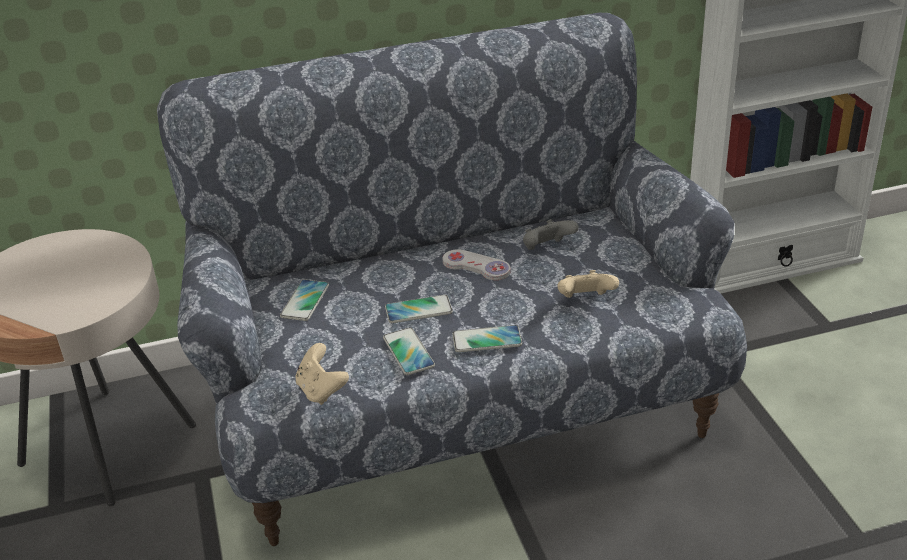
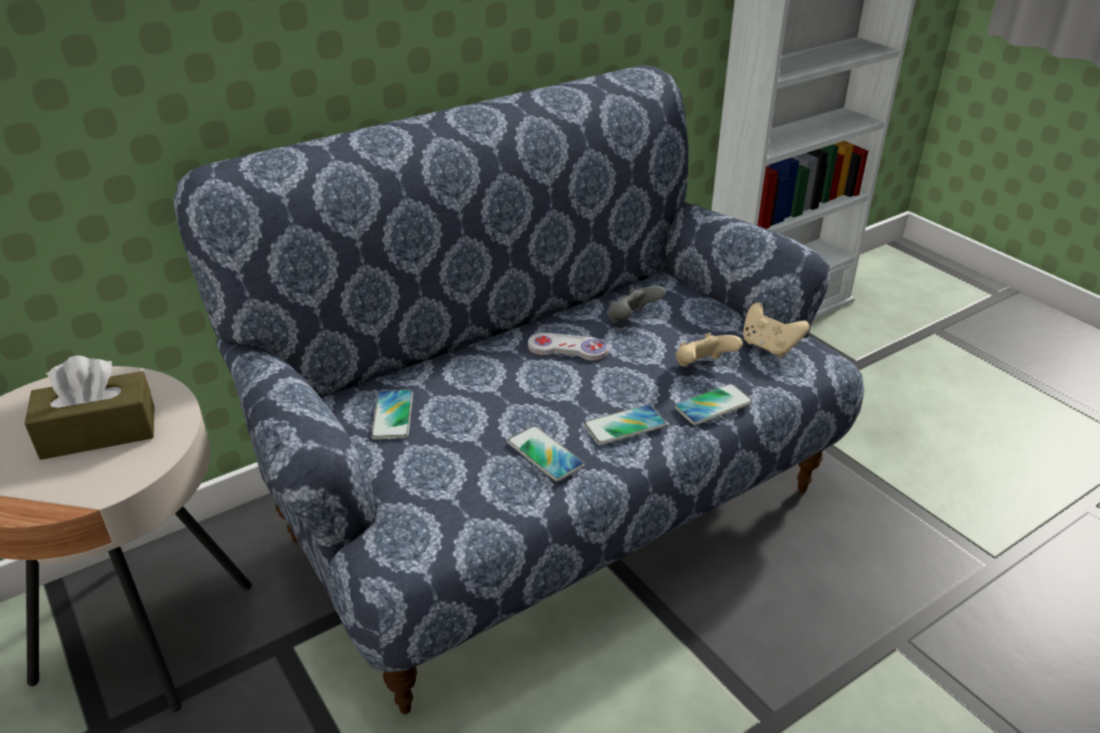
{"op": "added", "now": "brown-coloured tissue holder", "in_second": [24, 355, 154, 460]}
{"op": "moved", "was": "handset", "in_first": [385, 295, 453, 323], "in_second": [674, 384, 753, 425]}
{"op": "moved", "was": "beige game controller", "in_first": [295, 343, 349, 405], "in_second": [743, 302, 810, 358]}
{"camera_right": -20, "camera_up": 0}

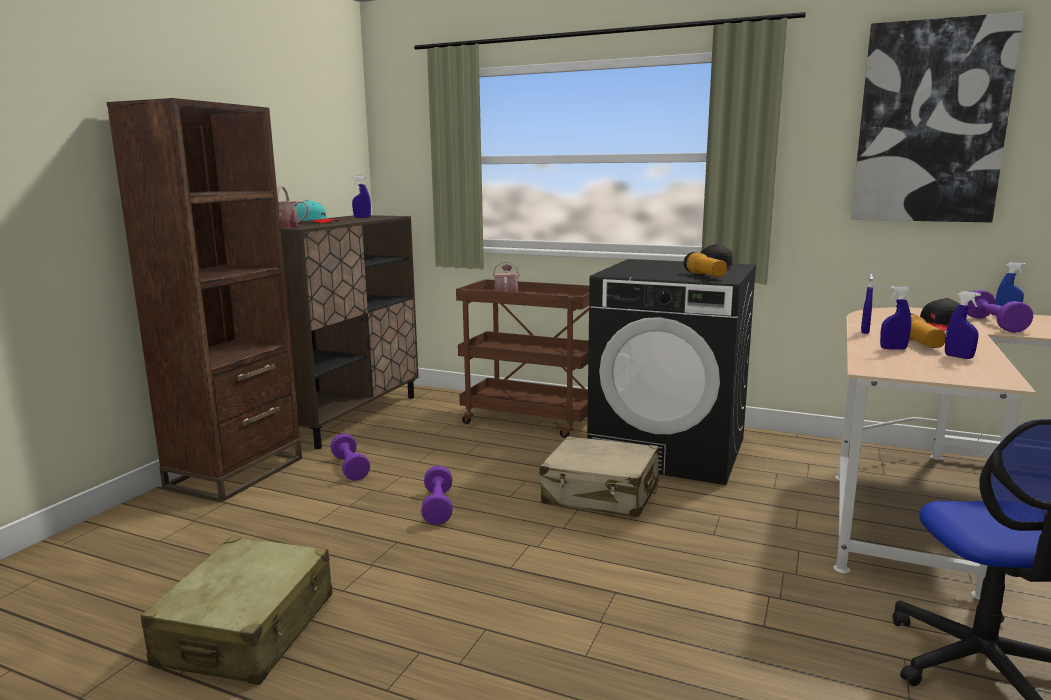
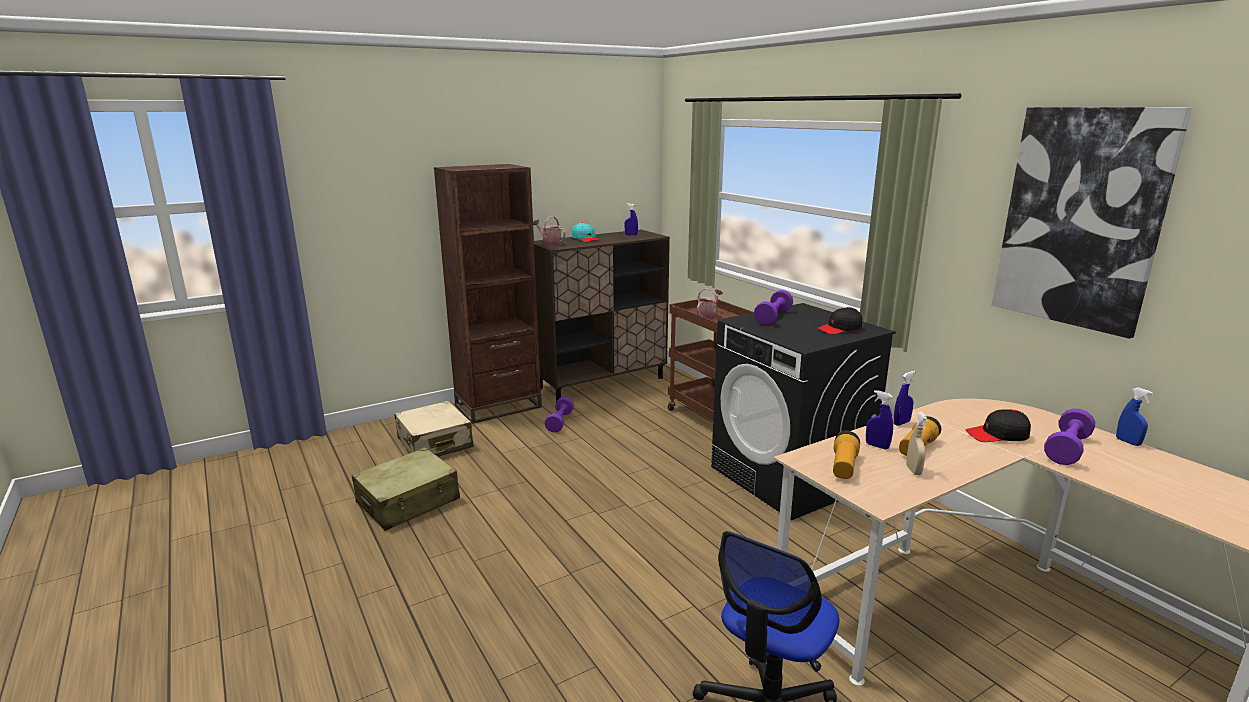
{"op": "moved", "was": "beige travel case", "in_first": [540, 436, 659, 517], "in_second": [394, 401, 474, 456]}
{"op": "moved", "was": "purple free weight", "in_first": [421, 466, 452, 525], "in_second": [754, 290, 793, 325]}
{"op": "moved", "was": "torch", "in_first": [684, 252, 727, 277], "in_second": [833, 431, 860, 479]}
{"op": "recoloured", "was": "bluish spray bottle", "now": "beige spray bottle", "in_first": [945, 291, 981, 359], "in_second": [906, 412, 928, 475]}
{"camera_right": 35, "camera_up": 5}

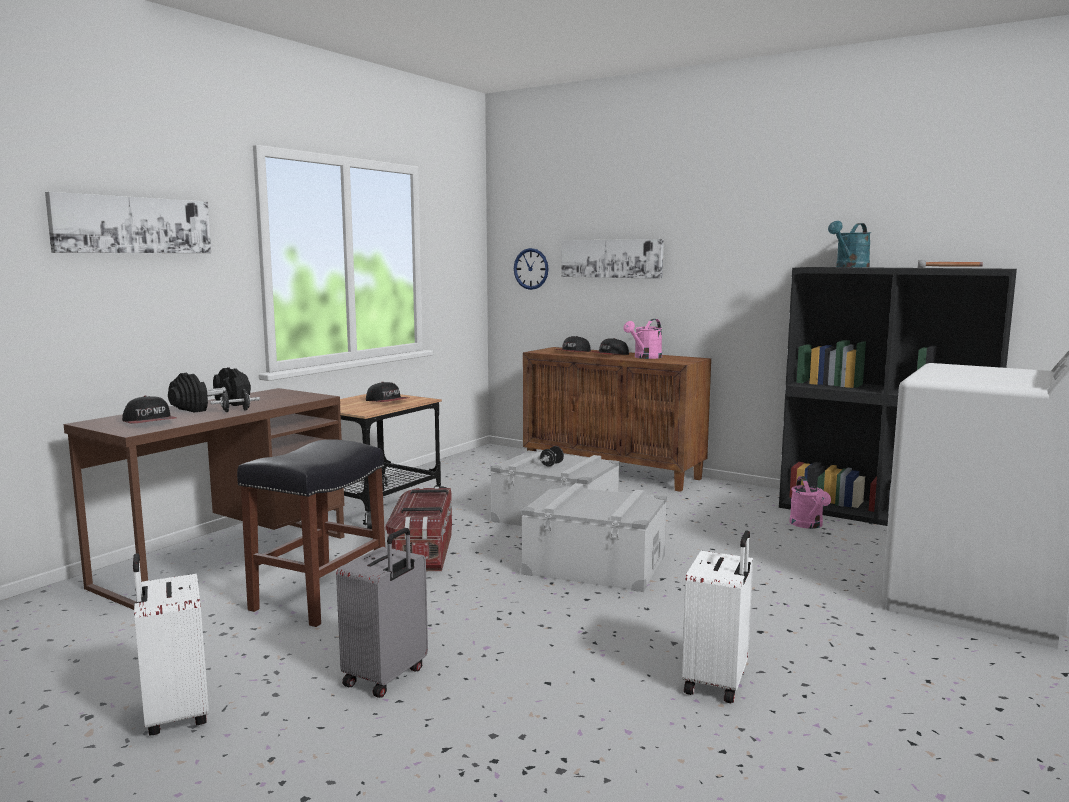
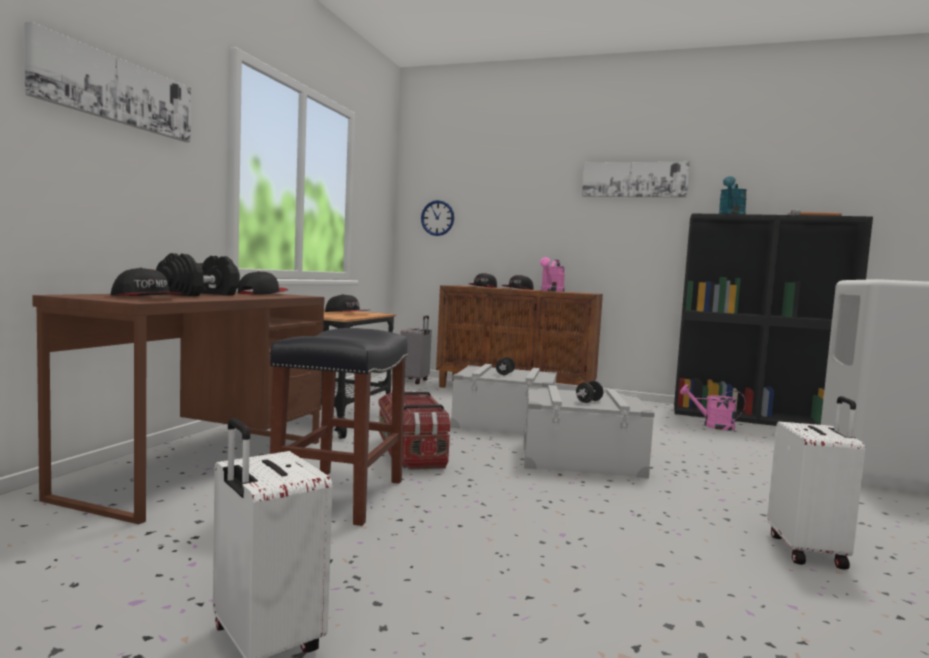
{"op": "added", "now": "cap", "in_second": [238, 271, 288, 295]}
{"op": "moved", "was": "gray travel case", "in_first": [336, 528, 428, 698], "in_second": [400, 315, 432, 384]}
{"op": "moved", "was": "blackish free weight", "in_first": [210, 389, 260, 412], "in_second": [576, 381, 603, 403]}
{"op": "moved", "was": "wall art", "in_first": [561, 239, 664, 279], "in_second": [582, 162, 690, 198]}
{"op": "turned", "was": "pink watering can", "in_first": [789, 476, 831, 529], "in_second": [680, 384, 746, 430], "clockwise": 135}
{"camera_right": -15, "camera_up": -5}

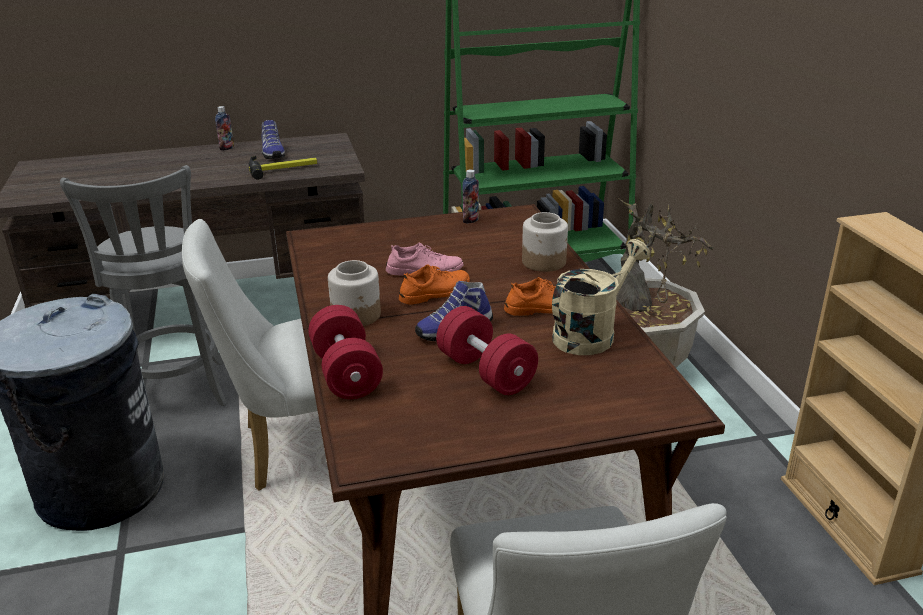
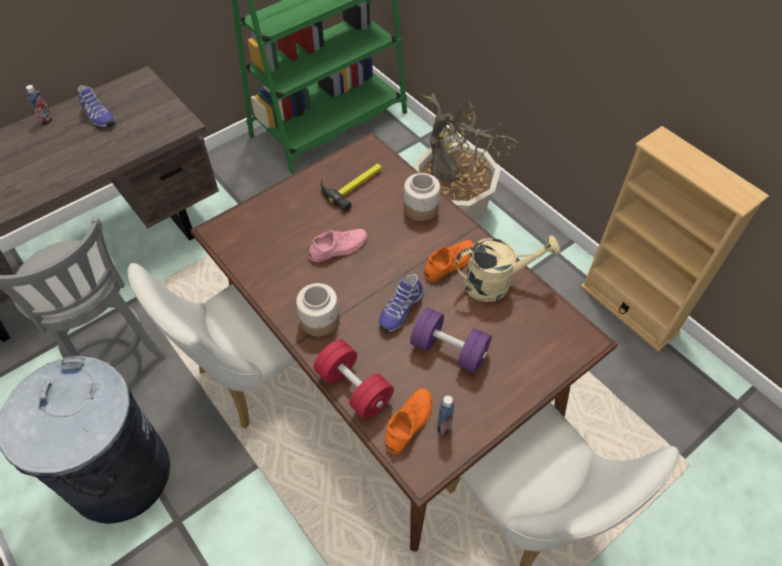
{"op": "moved", "was": "hand hammer", "in_first": [248, 156, 317, 180], "in_second": [320, 163, 382, 212]}
{"op": "moved", "was": "orange-coloured item of footwear", "in_first": [399, 264, 470, 305], "in_second": [385, 388, 432, 454]}
{"op": "recoloured", "was": "red free weight", "now": "purple free weight", "in_first": [436, 306, 538, 395], "in_second": [410, 307, 492, 373]}
{"op": "moved", "was": "drink bottle", "in_first": [463, 170, 479, 224], "in_second": [437, 395, 455, 435]}
{"op": "turned", "was": "beige watering can", "in_first": [552, 239, 650, 355], "in_second": [456, 235, 561, 302], "clockwise": 60}
{"camera_right": -25, "camera_up": 25}

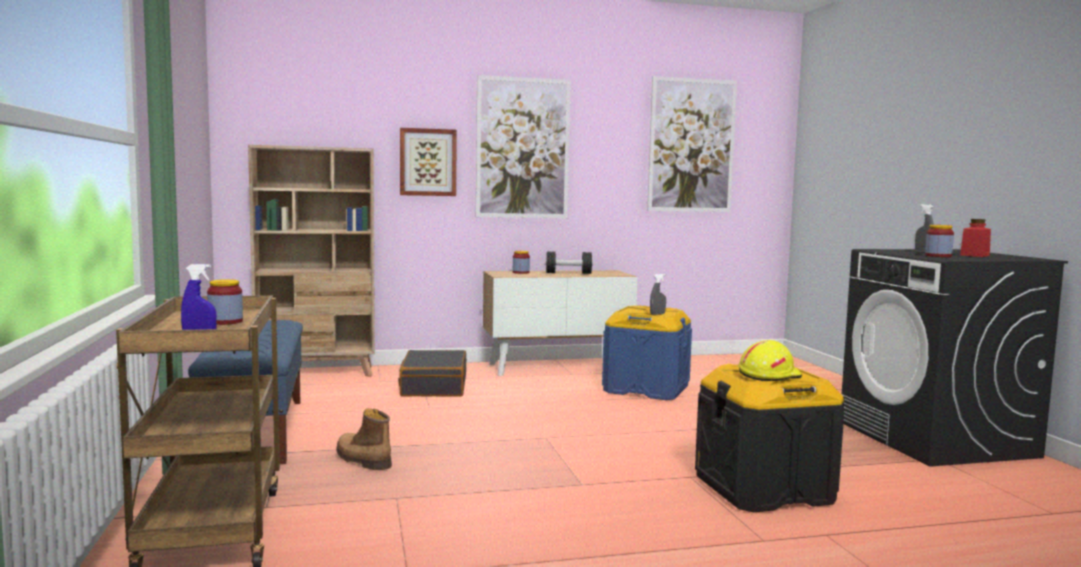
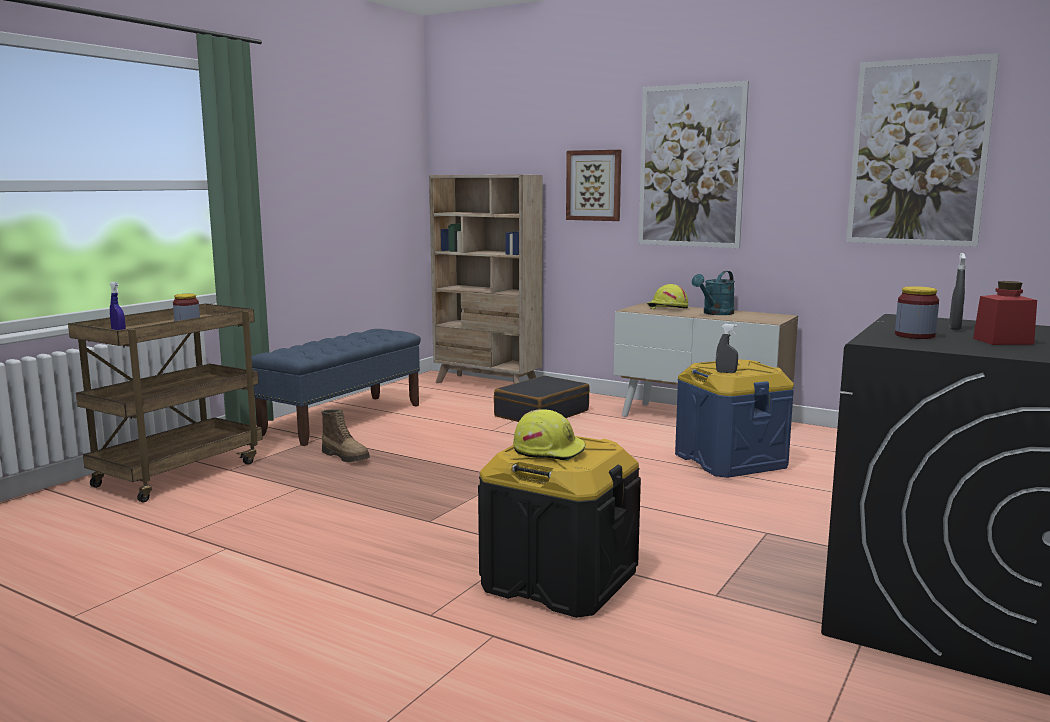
{"op": "turned", "was": "tall boot", "in_first": [336, 408, 392, 470], "in_second": [321, 409, 370, 462], "clockwise": 135}
{"op": "replaced", "was": "preserve jar", "now": "yellow-coloured hard hat", "in_first": [513, 251, 530, 274], "in_second": [647, 284, 688, 309]}
{"op": "replaced", "was": "blackish free weight", "now": "turquoise-coloured watering can", "in_first": [545, 251, 593, 274], "in_second": [692, 271, 735, 315]}
{"camera_right": 45, "camera_up": 5}

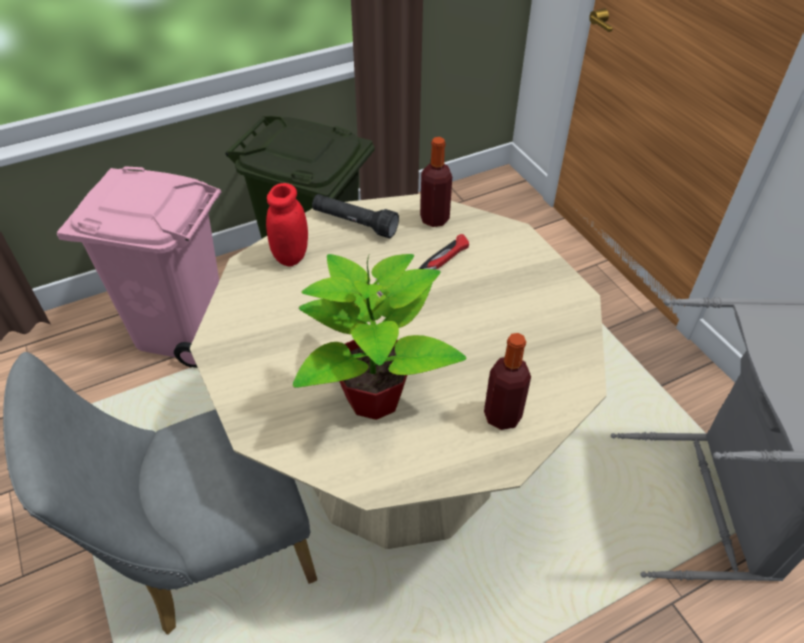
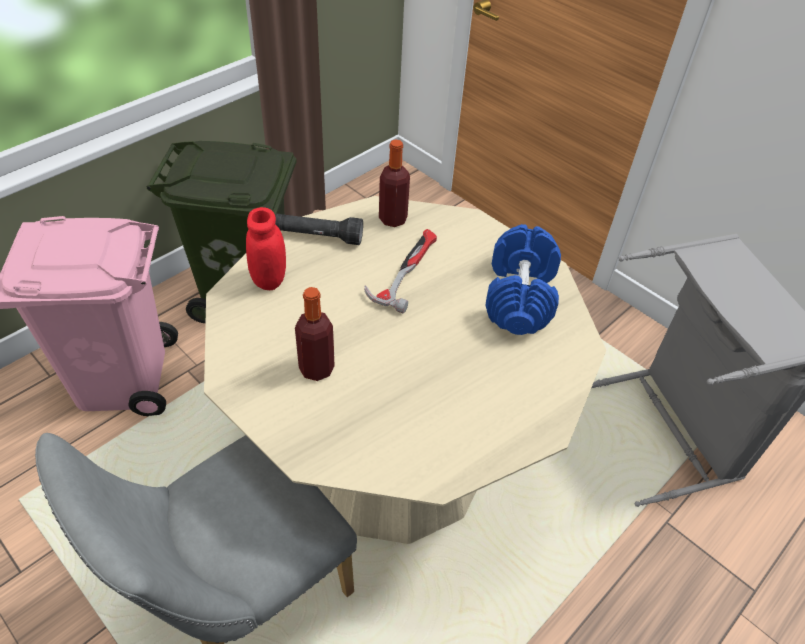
{"op": "moved", "was": "drink bottle", "in_first": [484, 333, 531, 430], "in_second": [295, 287, 335, 381]}
{"op": "added", "now": "bluish free weight", "in_second": [485, 224, 561, 335]}
{"op": "removed", "was": "potted plant", "in_first": [293, 254, 467, 420]}
{"camera_right": -20, "camera_up": 0}

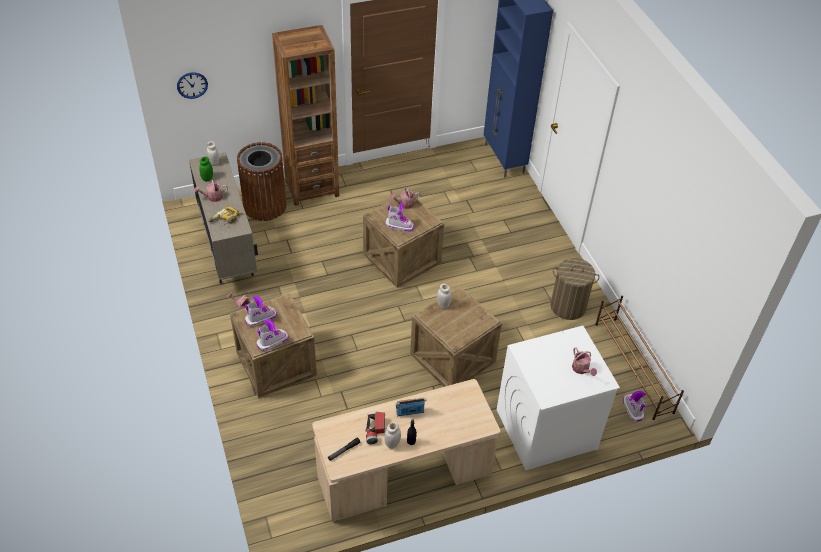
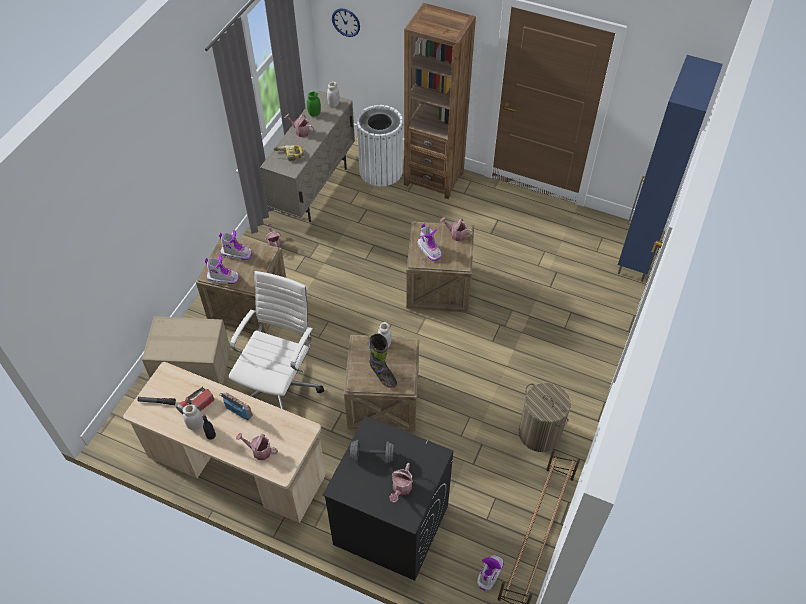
{"op": "added", "now": "carton", "in_second": [142, 316, 231, 385]}
{"op": "added", "now": "white-coloured computer chair", "in_second": [229, 271, 324, 410]}
{"op": "added", "now": "watering can", "in_second": [236, 433, 278, 460]}
{"op": "recoloured", "was": "white-coloured washing machine", "now": "blackish washing machine", "in_first": [497, 326, 620, 470], "in_second": [323, 416, 453, 581]}
{"op": "added", "now": "gray free weight", "in_second": [349, 440, 395, 464]}
{"op": "recoloured", "was": "brown-coloured trash can", "now": "white-coloured trash can", "in_first": [237, 142, 287, 221], "in_second": [356, 105, 403, 187]}
{"op": "added", "now": "blackish tall boot", "in_second": [369, 333, 397, 388]}
{"camera_right": 45, "camera_up": 5}

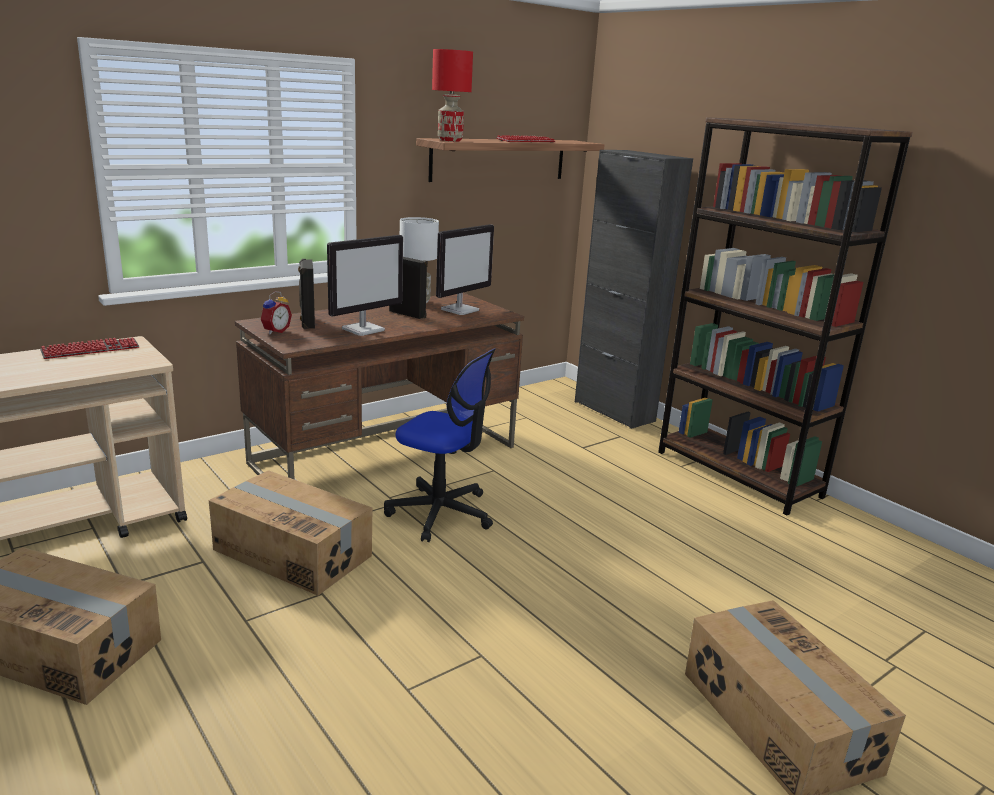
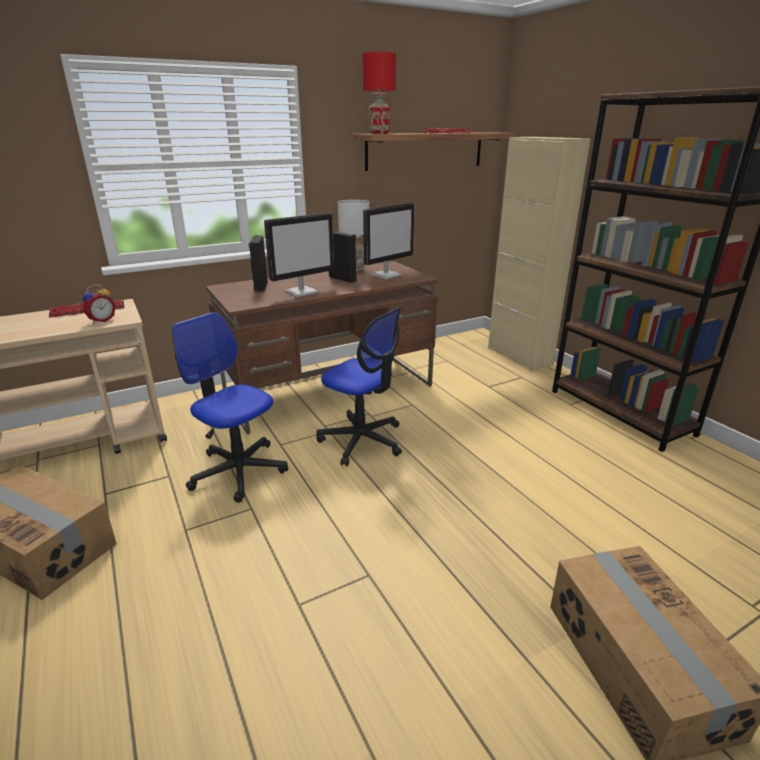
{"op": "moved", "was": "bedside clock", "in_first": [261, 291, 292, 334], "in_second": [82, 284, 116, 324]}
{"op": "replaced", "was": "carton", "now": "computer chair", "in_first": [209, 470, 372, 596], "in_second": [172, 312, 288, 503]}
{"op": "recoloured", "was": "blackish cabinet", "now": "beige cabinet", "in_first": [575, 150, 693, 429], "in_second": [488, 137, 591, 371]}
{"camera_right": 10, "camera_up": 5}

